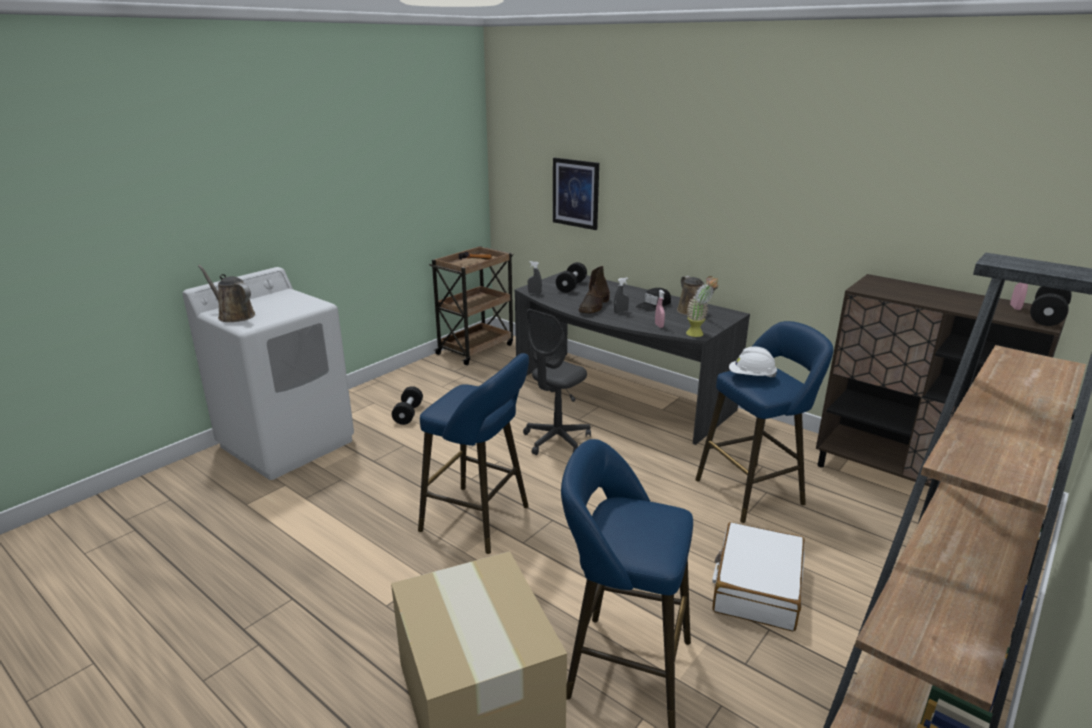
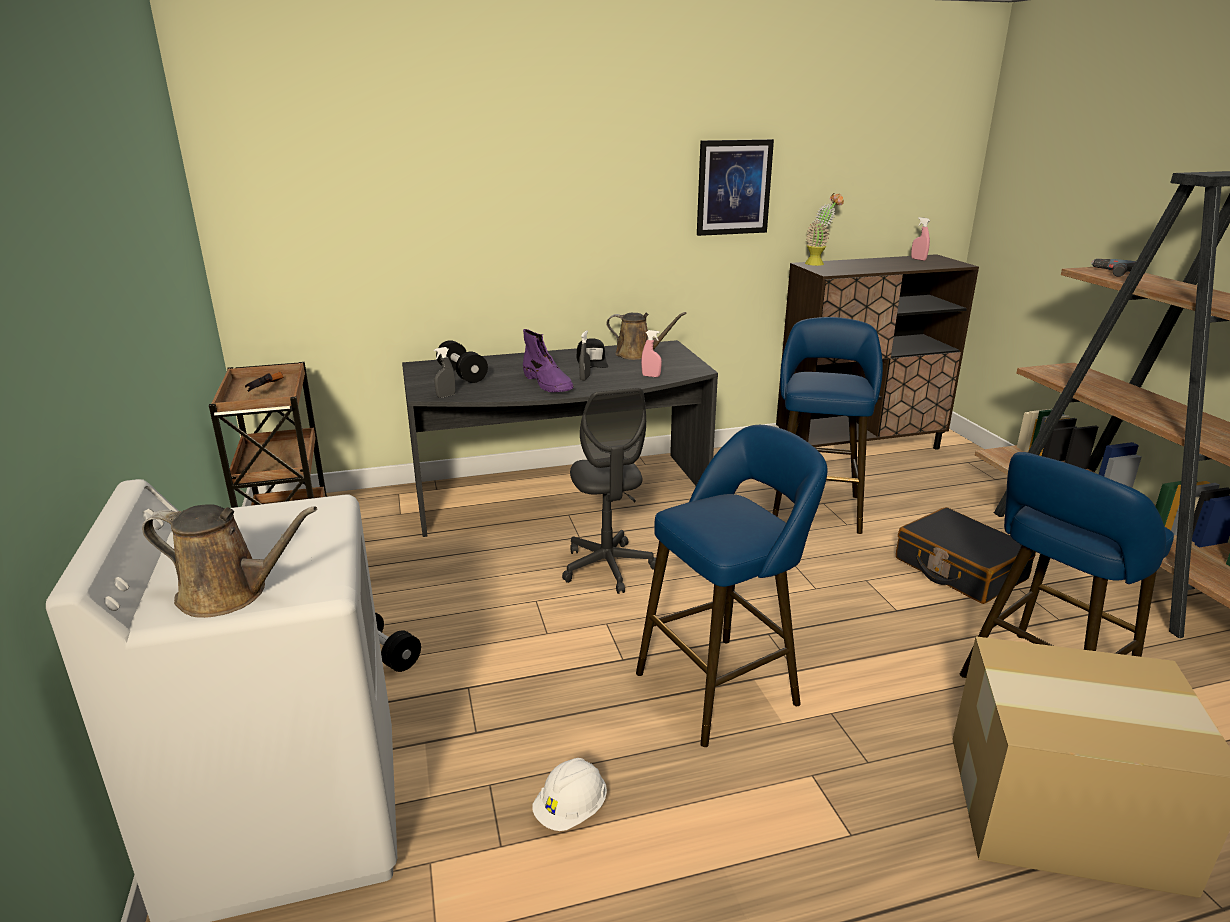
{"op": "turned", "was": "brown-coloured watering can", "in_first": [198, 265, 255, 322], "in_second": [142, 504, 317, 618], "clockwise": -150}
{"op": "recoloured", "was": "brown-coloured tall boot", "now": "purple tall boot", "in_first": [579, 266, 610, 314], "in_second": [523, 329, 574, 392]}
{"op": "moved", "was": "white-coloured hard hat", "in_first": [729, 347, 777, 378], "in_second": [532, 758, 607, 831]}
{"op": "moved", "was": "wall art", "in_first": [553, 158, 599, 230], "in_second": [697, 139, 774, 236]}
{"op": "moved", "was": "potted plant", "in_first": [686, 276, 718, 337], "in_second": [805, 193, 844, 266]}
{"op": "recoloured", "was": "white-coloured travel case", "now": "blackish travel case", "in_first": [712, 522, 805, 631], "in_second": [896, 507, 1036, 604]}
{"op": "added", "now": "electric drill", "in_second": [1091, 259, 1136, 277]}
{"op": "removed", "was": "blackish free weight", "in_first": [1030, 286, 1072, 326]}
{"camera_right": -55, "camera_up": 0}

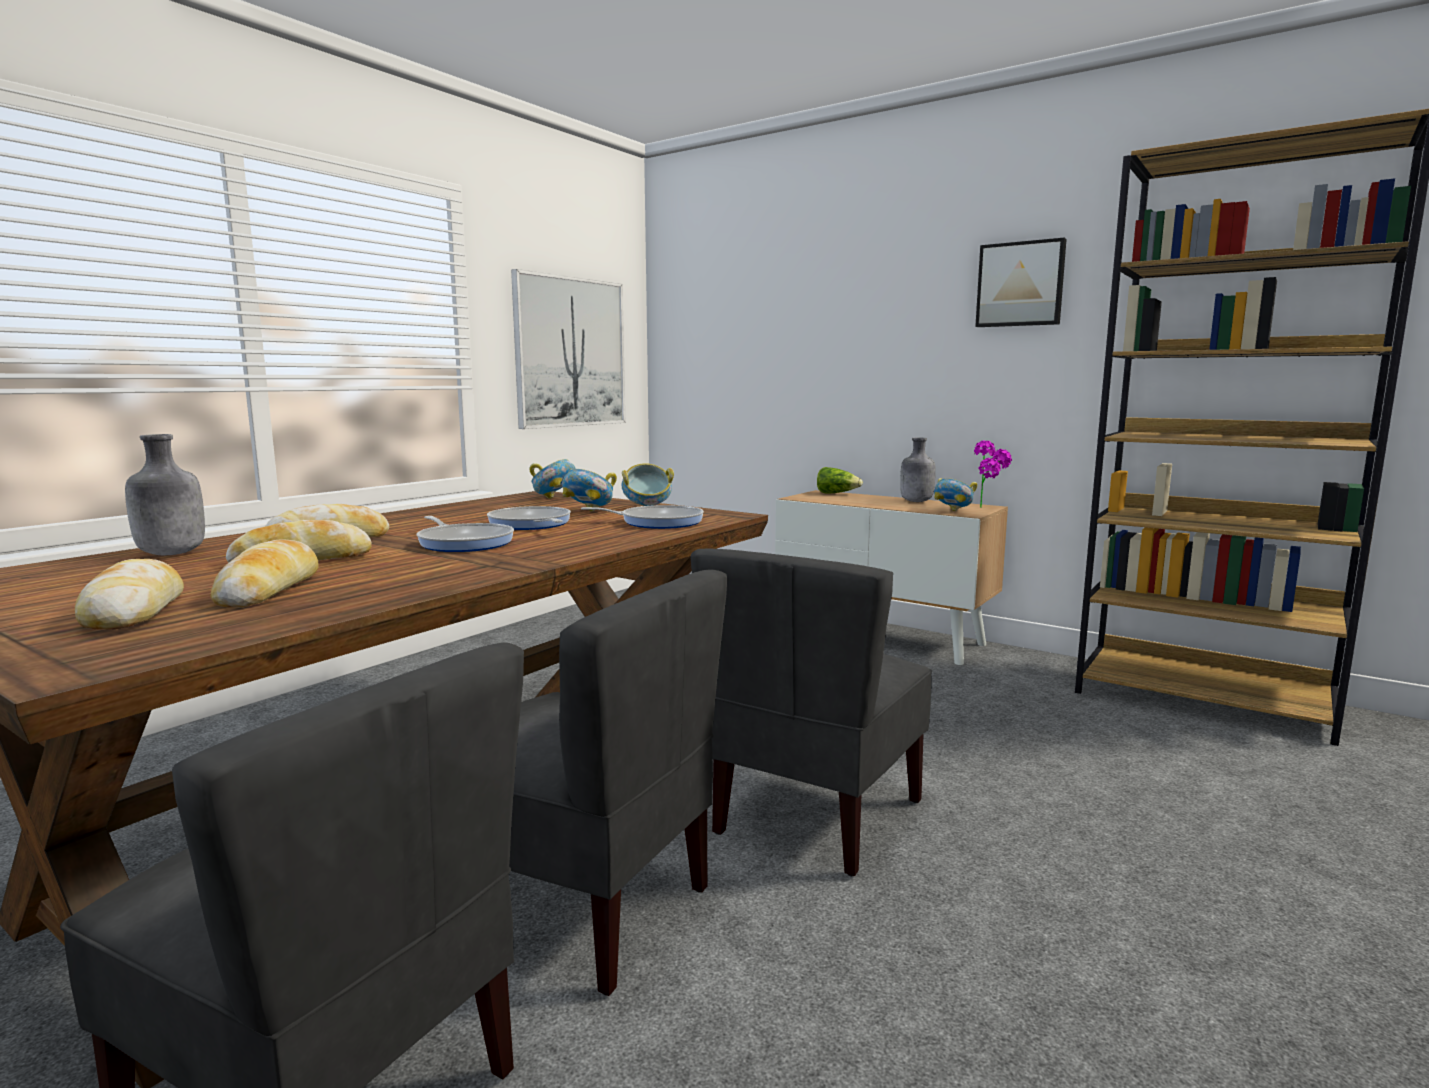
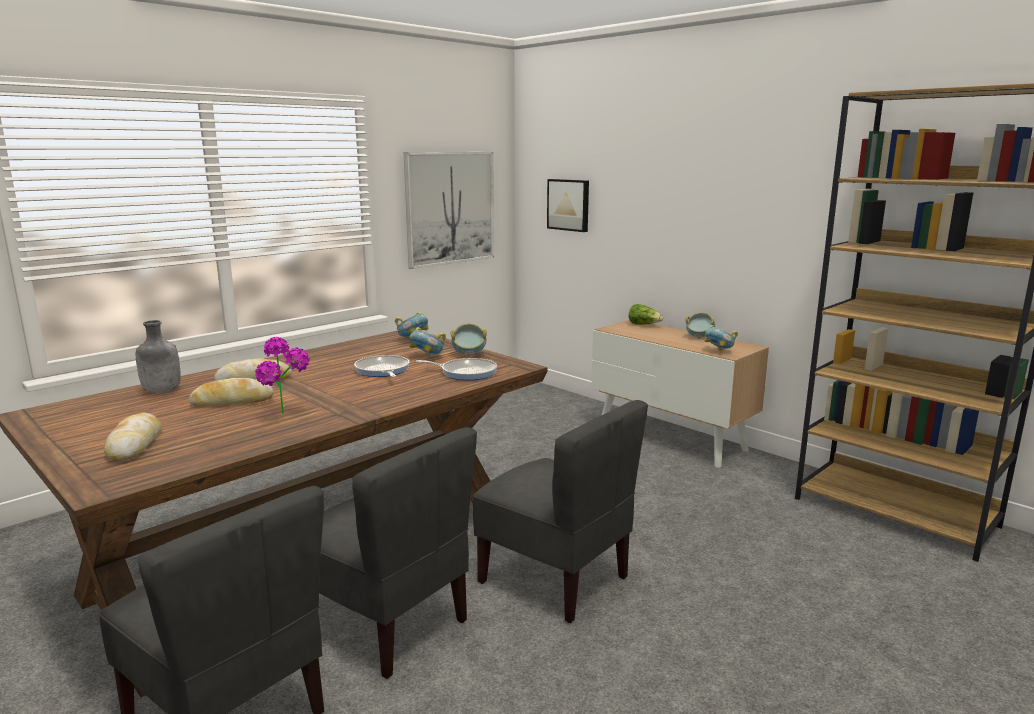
{"op": "moved", "was": "potted plant", "in_first": [974, 441, 1012, 508], "in_second": [255, 337, 310, 413]}
{"op": "turned", "was": "gray chair", "in_first": [690, 549, 932, 876], "in_second": [473, 400, 648, 623], "clockwise": -90}
{"op": "moved", "was": "wall art", "in_first": [975, 238, 1067, 327], "in_second": [547, 179, 589, 232]}
{"op": "replaced", "was": "gray drink bottle", "now": "serving bowl", "in_first": [900, 438, 936, 502], "in_second": [685, 312, 715, 339]}
{"op": "removed", "was": "bakery bread", "in_first": [210, 540, 319, 608]}
{"op": "removed", "was": "skillet", "in_first": [417, 516, 514, 552]}
{"camera_right": 10, "camera_up": 5}

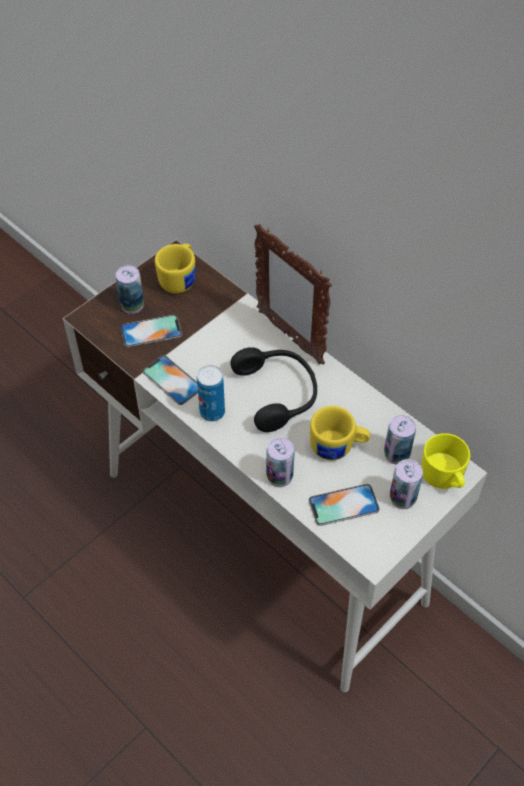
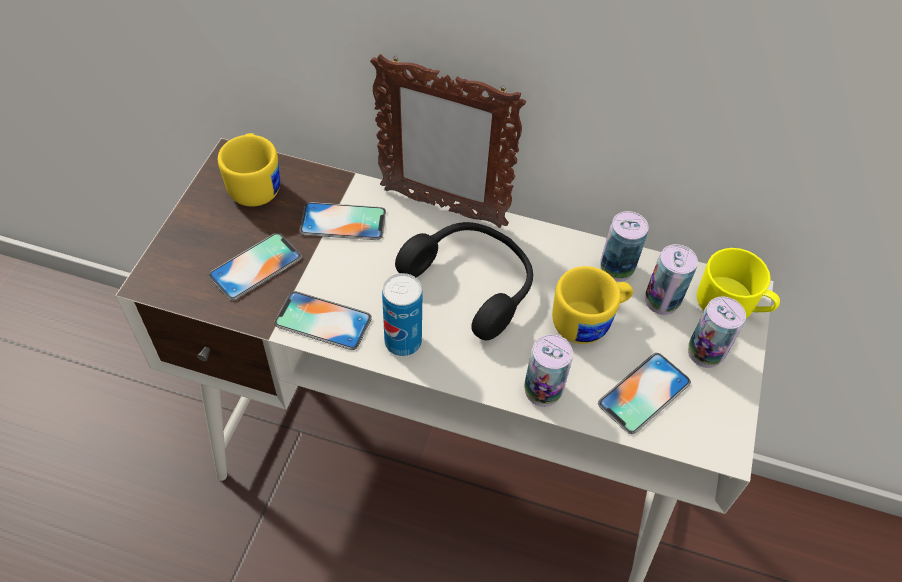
{"op": "added", "now": "handset", "in_second": [300, 202, 386, 240]}
{"op": "moved", "was": "sealed can", "in_first": [116, 265, 144, 314], "in_second": [600, 211, 649, 282]}
{"camera_right": -30, "camera_up": 0}

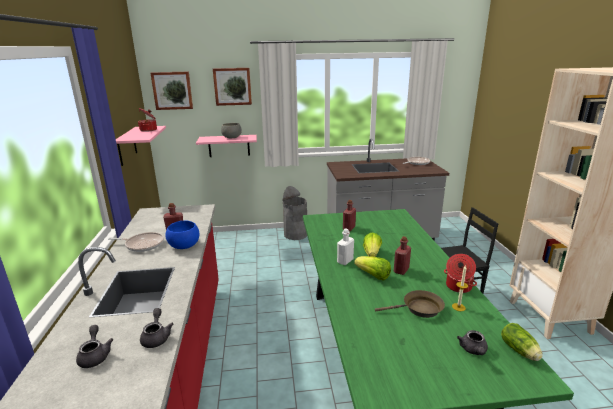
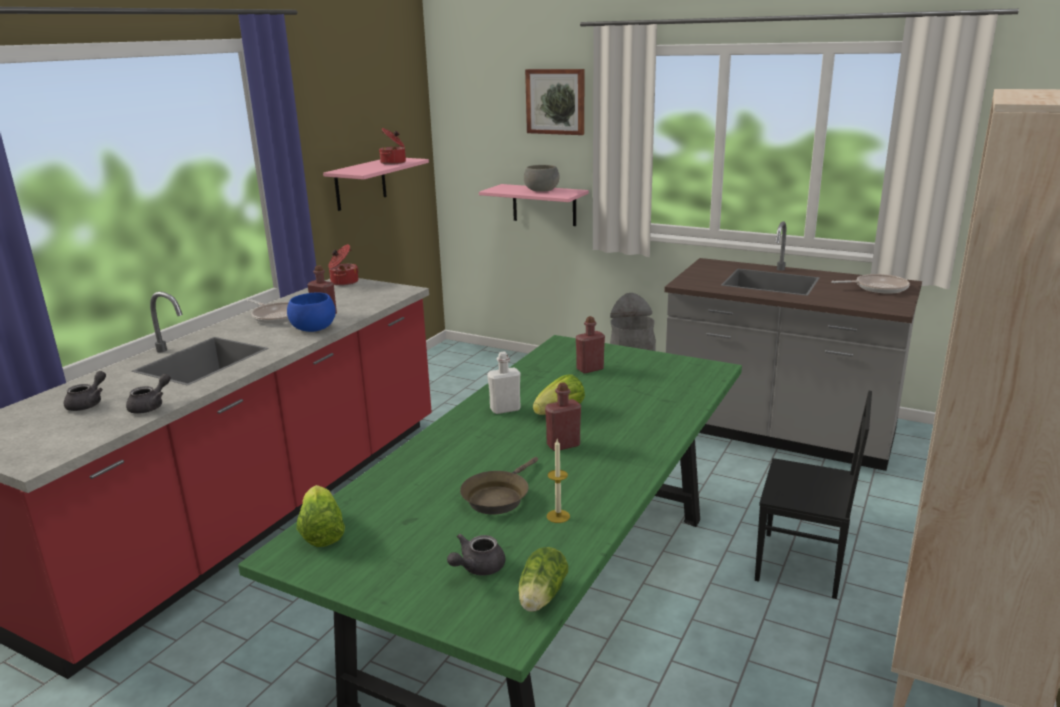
{"op": "moved", "was": "lettuce head", "in_first": [354, 256, 391, 281], "in_second": [296, 485, 345, 547]}
{"op": "moved", "was": "cooking pot", "in_first": [444, 254, 477, 293], "in_second": [328, 244, 359, 286]}
{"op": "turned", "was": "brown-coloured skillet", "in_first": [375, 290, 445, 318], "in_second": [460, 457, 538, 514], "clockwise": 90}
{"op": "removed", "was": "wall art", "in_first": [150, 72, 193, 110]}
{"camera_right": 35, "camera_up": 0}

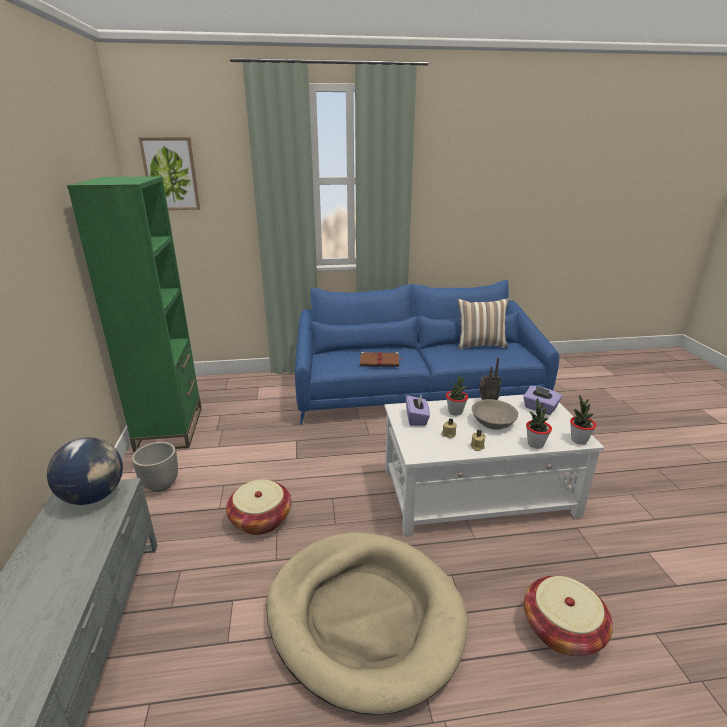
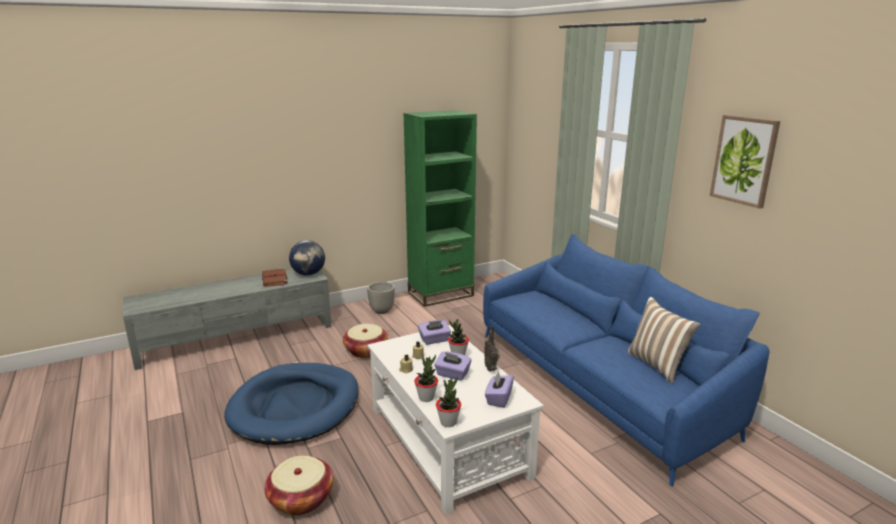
{"op": "recoloured", "was": "beige dog bed", "now": "bluish dog bed", "in_first": [266, 532, 468, 715], "in_second": [224, 363, 358, 445]}
{"op": "moved", "was": "brown-coloured book", "in_first": [360, 352, 402, 367], "in_second": [262, 268, 288, 287]}
{"op": "replaced", "was": "gray serving bowl", "now": "purple tissue holder", "in_first": [472, 399, 518, 430], "in_second": [434, 352, 471, 381]}
{"op": "moved", "was": "wall art", "in_first": [138, 137, 200, 210], "in_second": [710, 115, 780, 209]}
{"camera_right": 70, "camera_up": -5}

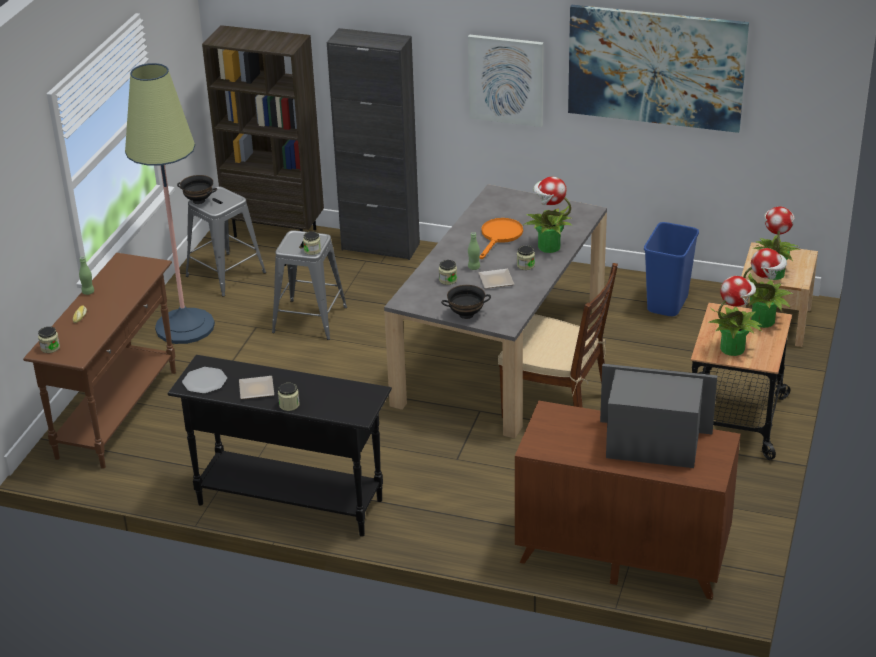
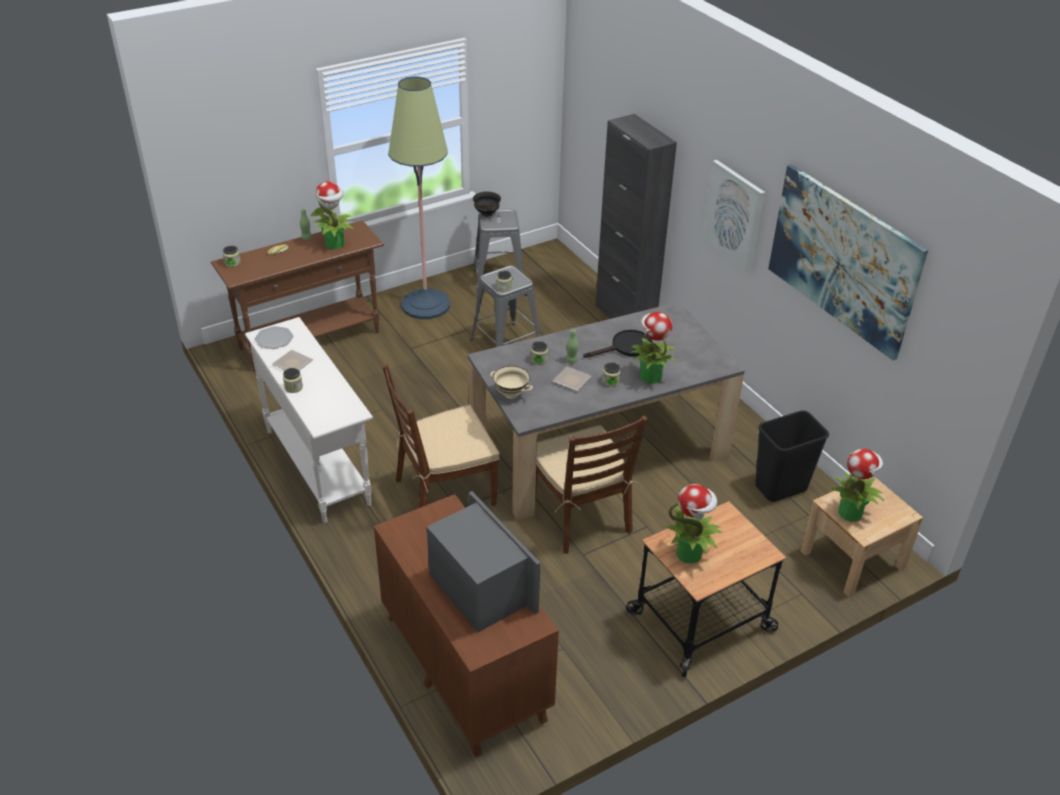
{"op": "recoloured", "was": "blackish narrow table", "now": "white-coloured narrow table", "in_first": [168, 355, 392, 537], "in_second": [245, 317, 373, 523]}
{"op": "moved", "was": "potted plant", "in_first": [743, 248, 793, 328], "in_second": [310, 181, 353, 249]}
{"op": "added", "now": "brown-coloured chair", "in_second": [383, 364, 499, 508]}
{"op": "recoloured", "was": "blackish serving bowl", "now": "beige serving bowl", "in_first": [441, 285, 491, 319], "in_second": [490, 366, 533, 399]}
{"op": "recoloured", "was": "orange-coloured skillet", "now": "blackish skillet", "in_first": [479, 218, 523, 259], "in_second": [583, 330, 653, 358]}
{"op": "recoloured", "was": "bluish trash can", "now": "blackish trash can", "in_first": [644, 222, 699, 316], "in_second": [755, 410, 829, 502]}
{"op": "removed", "was": "brown-coloured shelving unit", "in_first": [202, 25, 324, 247]}
{"camera_right": 40, "camera_up": 5}

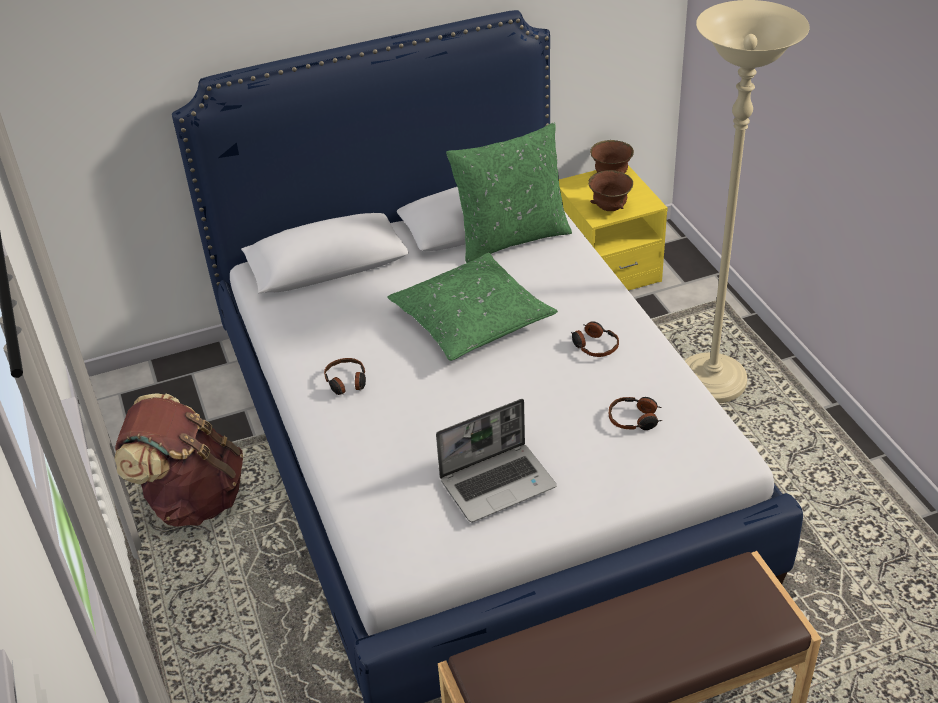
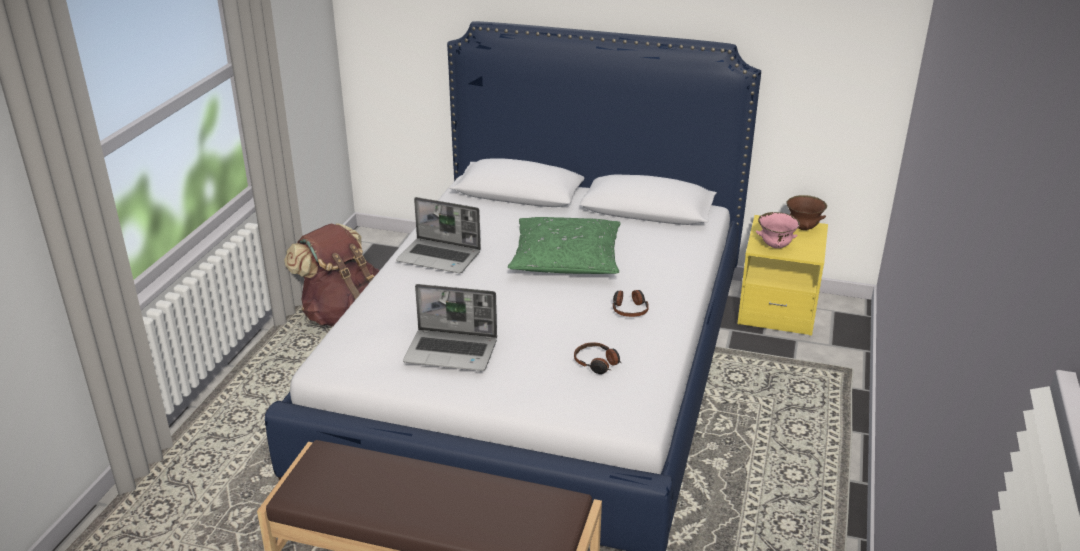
{"op": "replaced", "was": "headphones", "now": "laptop", "in_first": [324, 358, 366, 395], "in_second": [396, 197, 481, 273]}
{"op": "recoloured", "was": "brown-coloured serving bowl", "now": "pink serving bowl", "in_first": [588, 170, 633, 211], "in_second": [756, 212, 800, 248]}
{"op": "removed", "was": "green-coloured pillow", "in_first": [446, 123, 572, 263]}
{"op": "removed", "was": "beige floor lamp", "in_first": [684, 0, 810, 403]}
{"camera_right": 35, "camera_up": -10}

